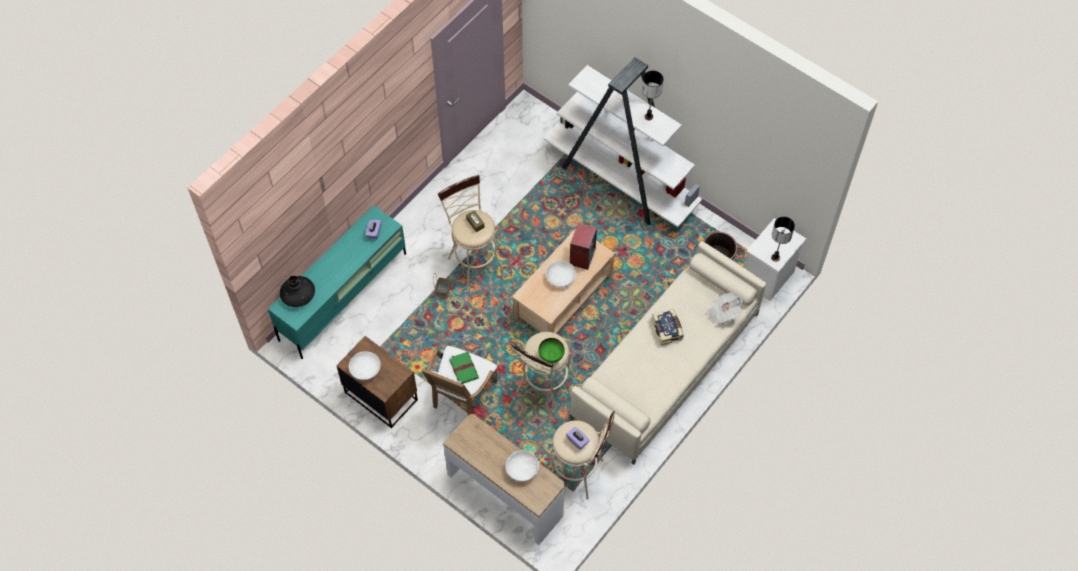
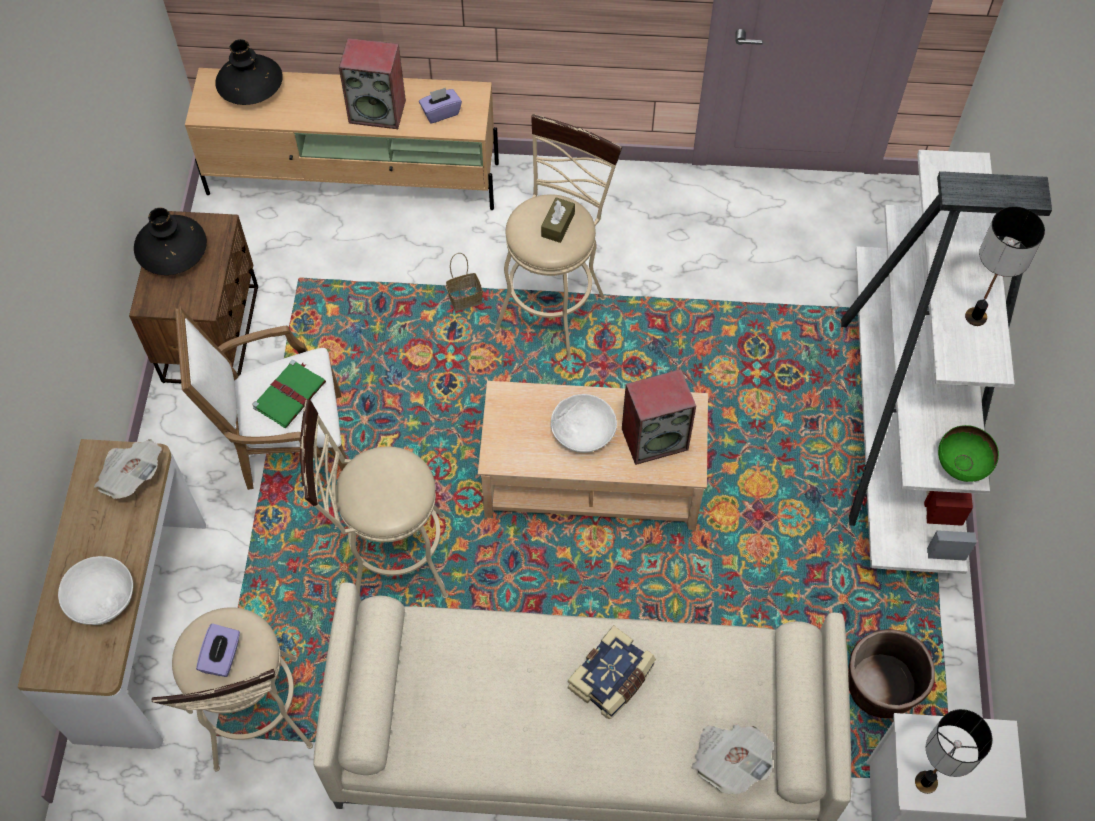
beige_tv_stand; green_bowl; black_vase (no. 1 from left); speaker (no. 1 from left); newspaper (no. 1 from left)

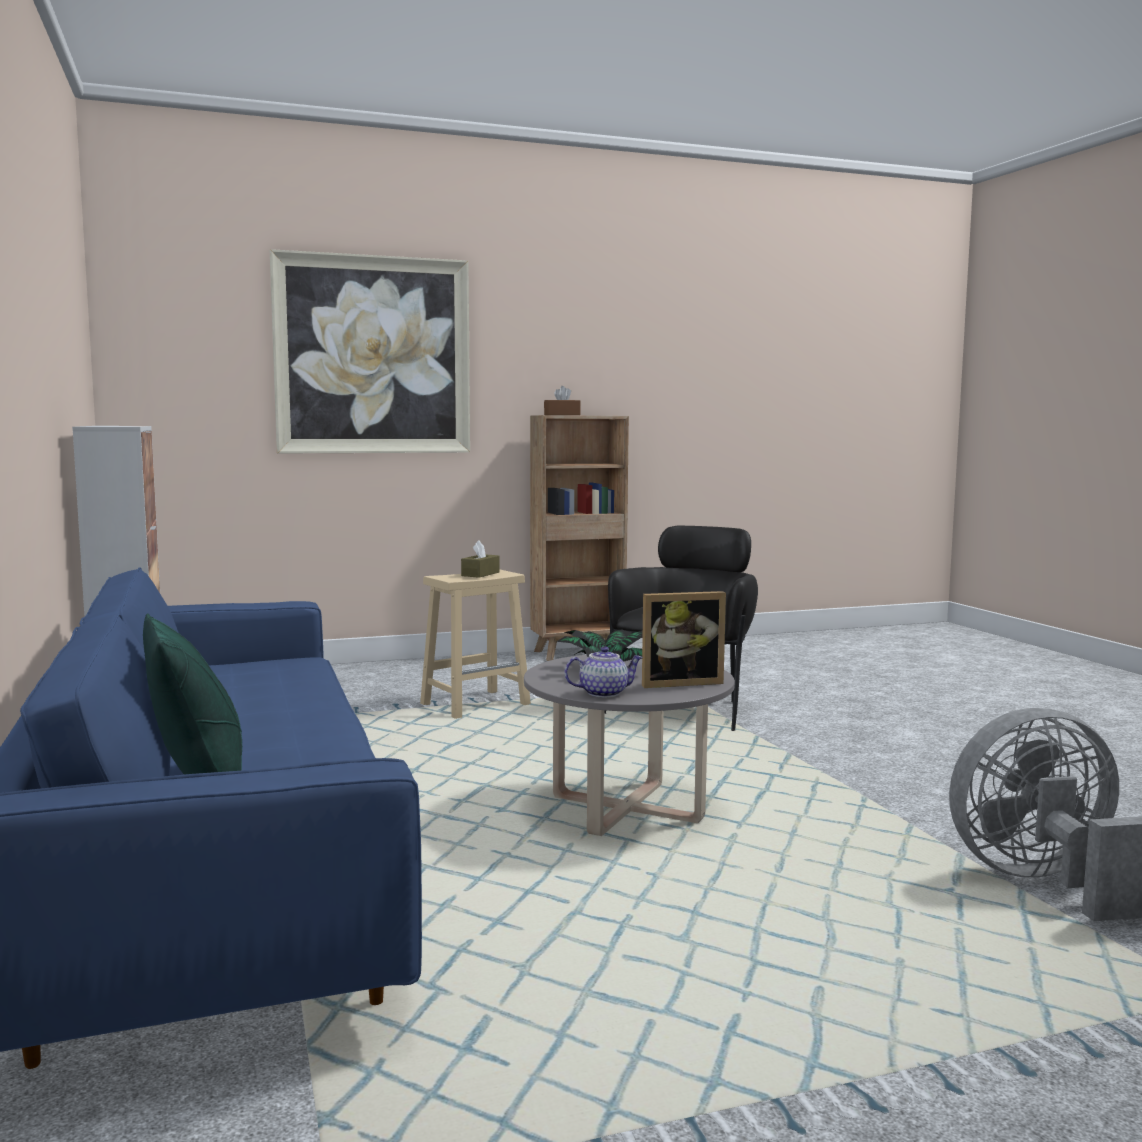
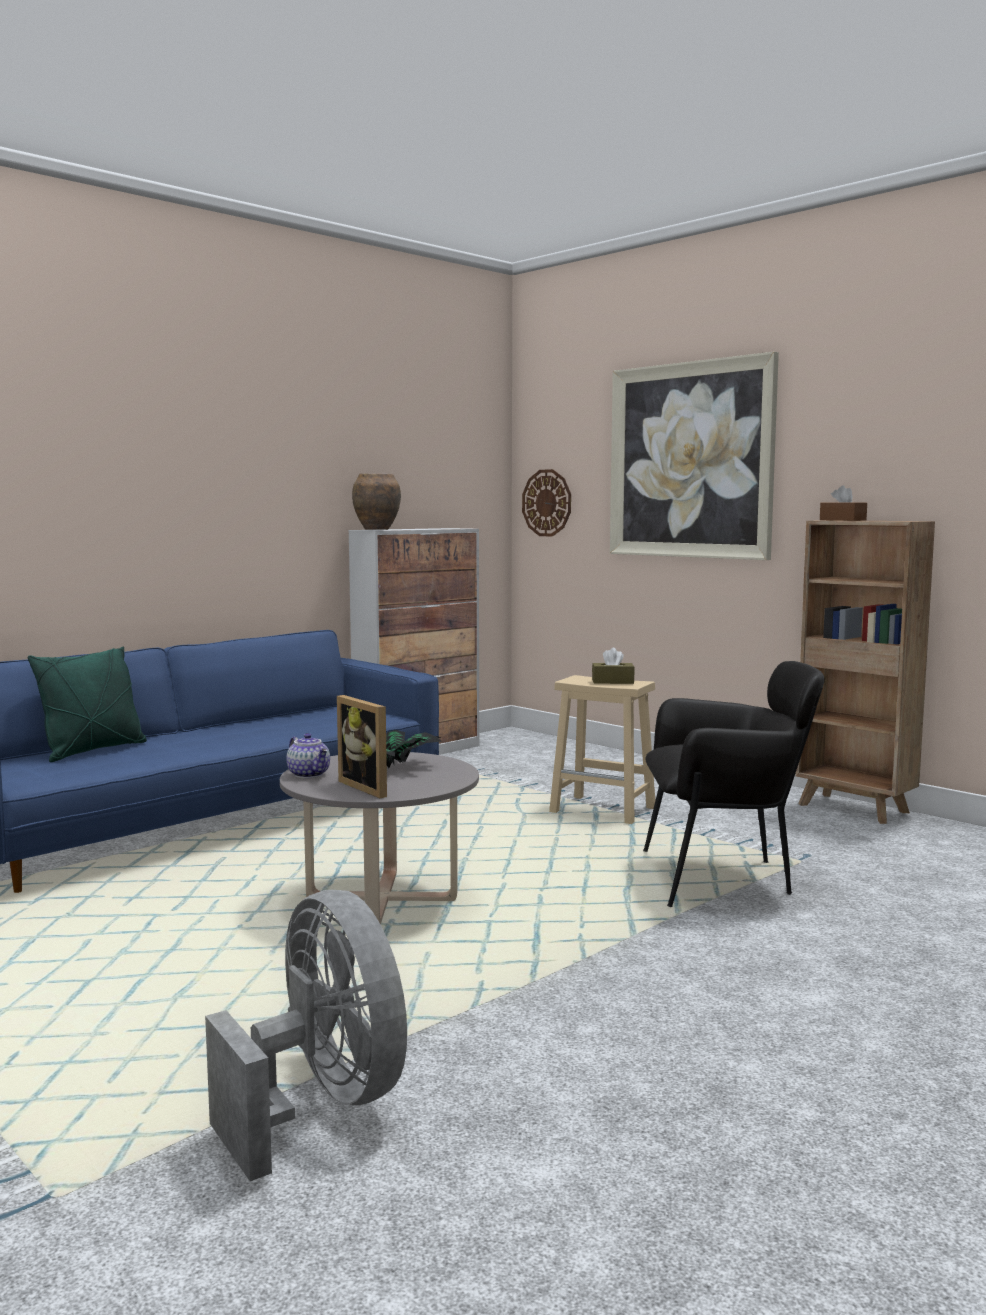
wall_clock; brown_vase

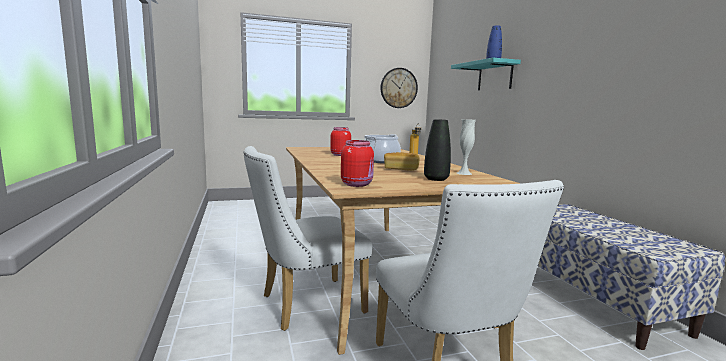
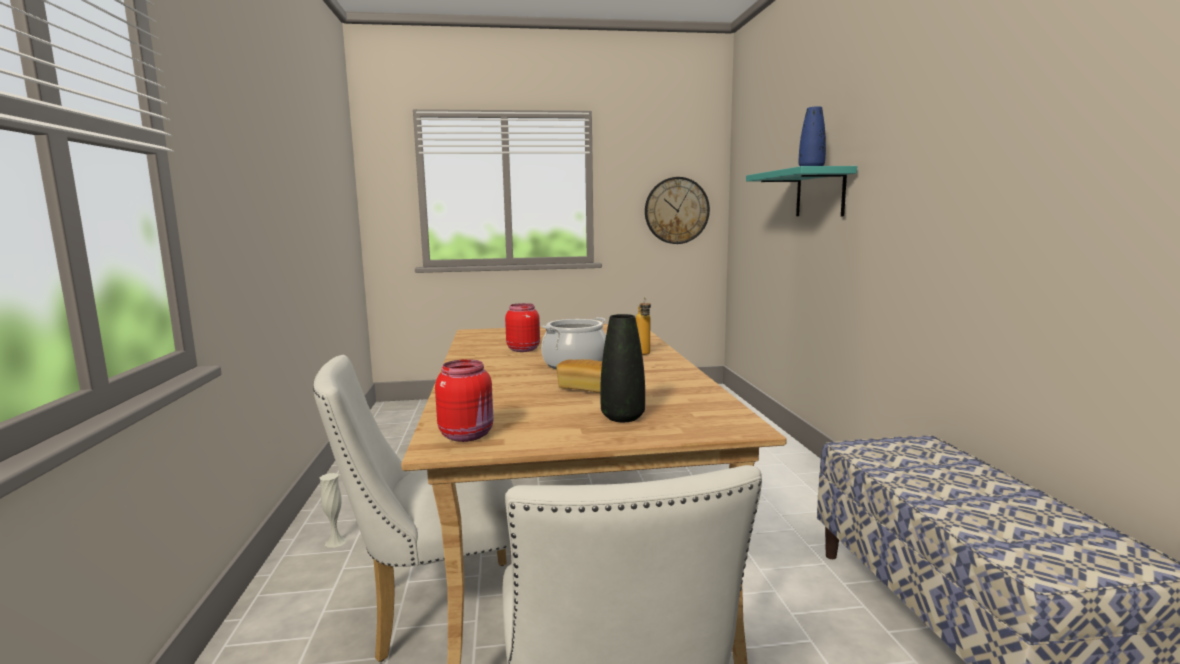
white_vase

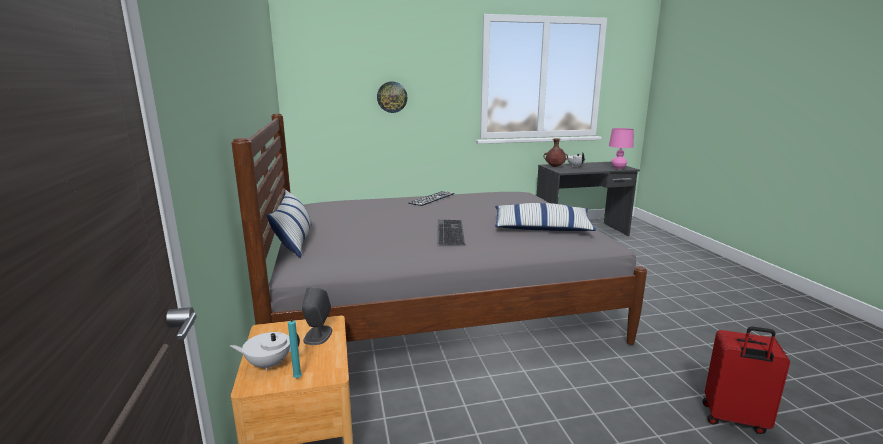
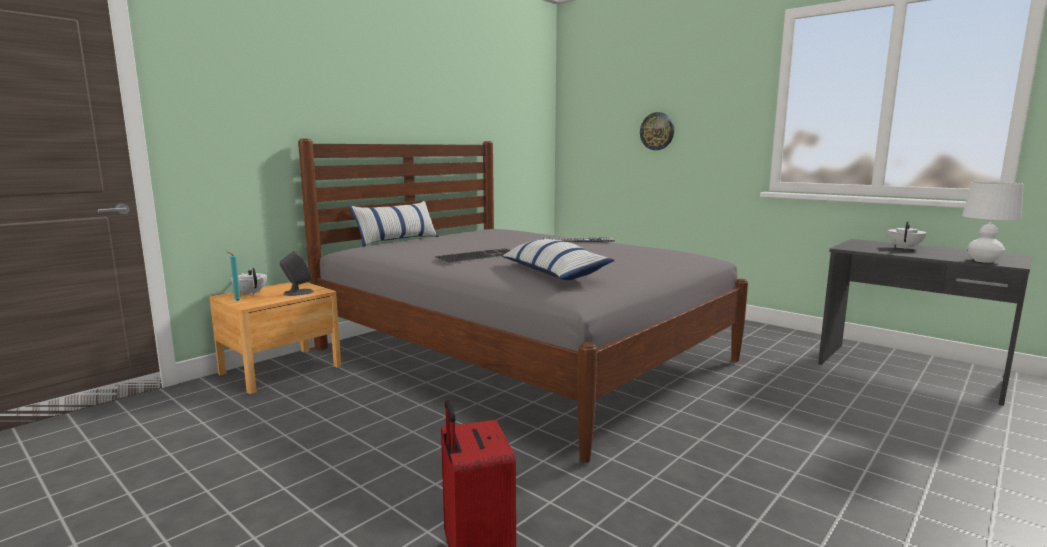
white_table_lamp; brown_vase

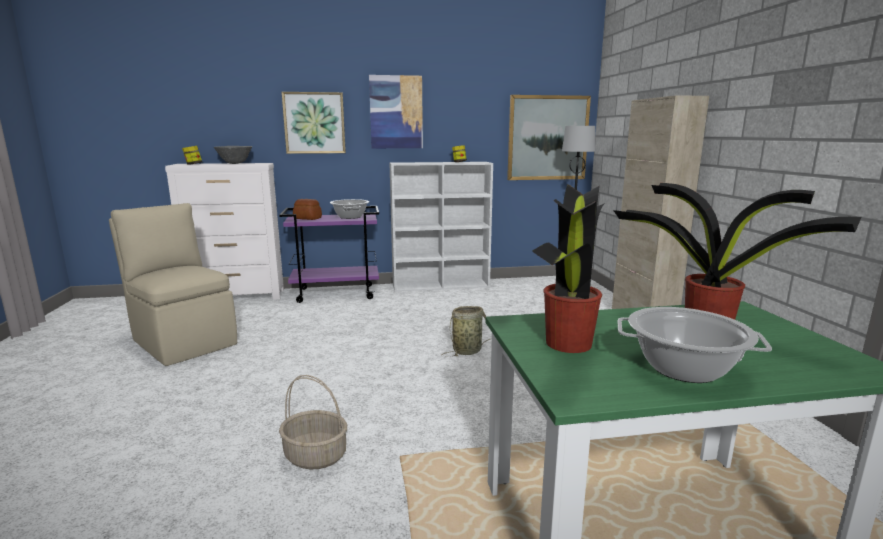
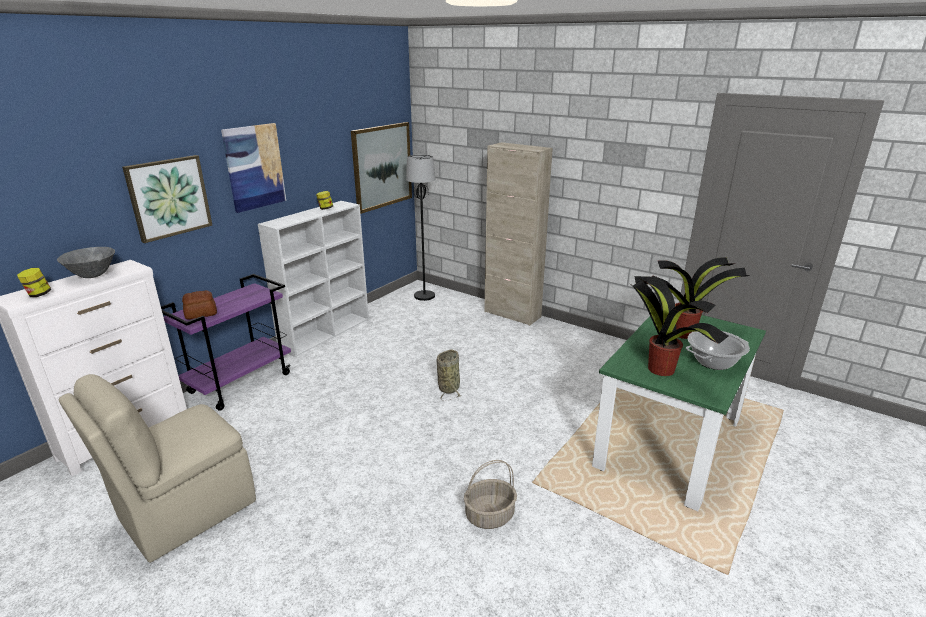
cooking_pot (no. 1 from left in the first image); beige_chair

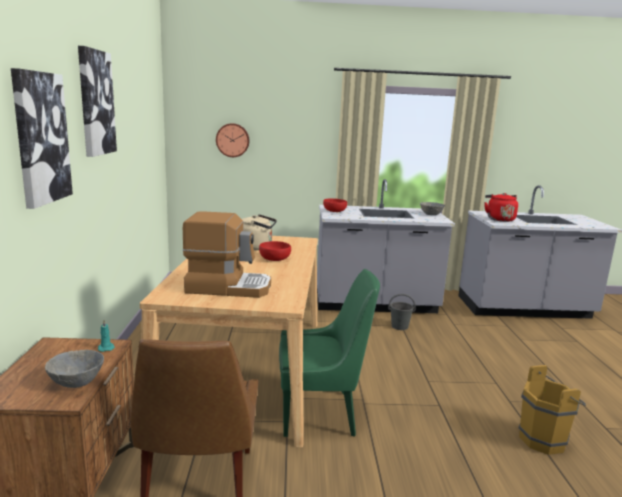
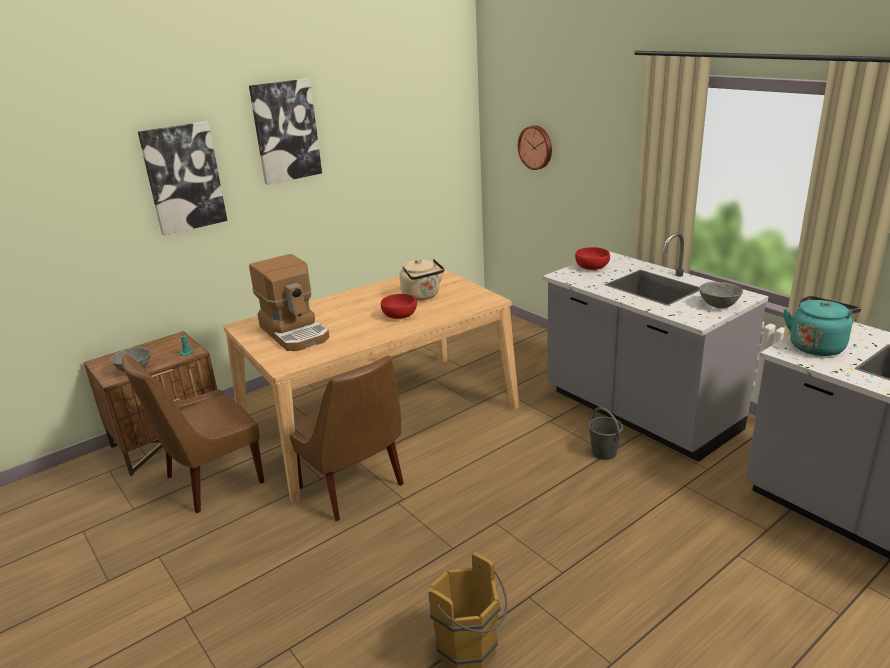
turquoise_kettle; brown_chair (no. 2 from left)

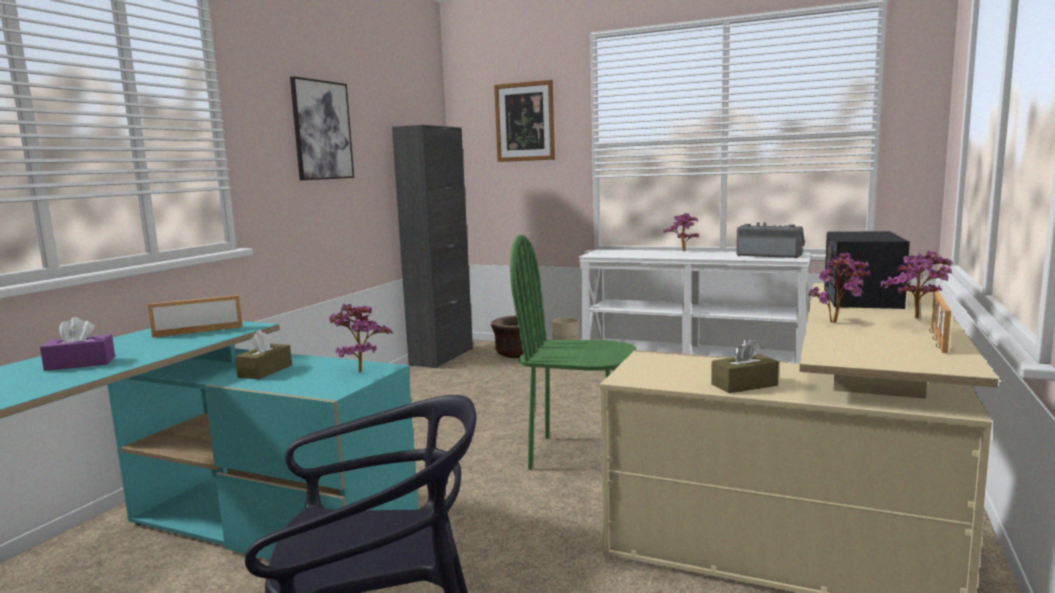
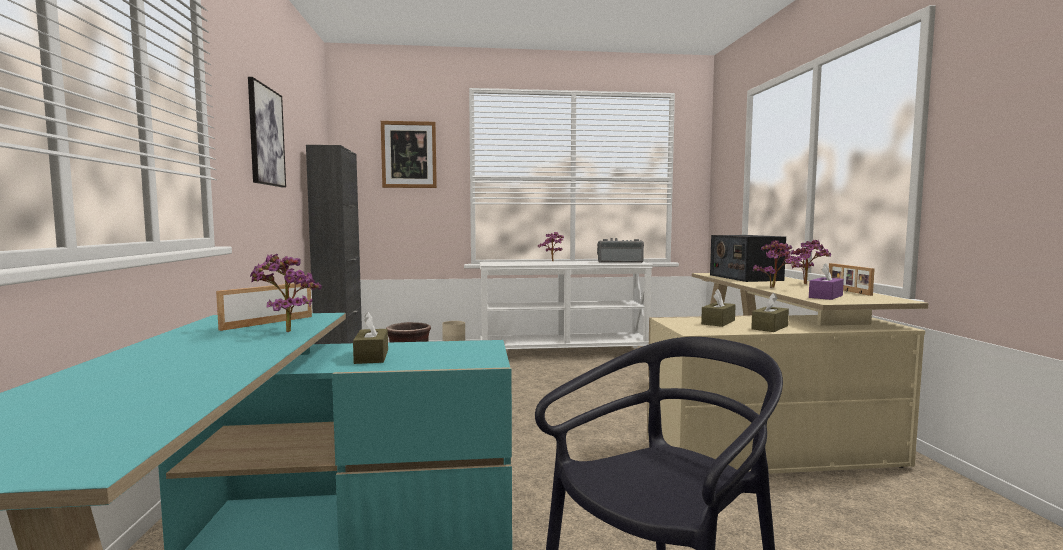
green_chair; potted_plant (no. 1 from left); purple_tissue_box; brown_tissue_box (no. 2 from left)

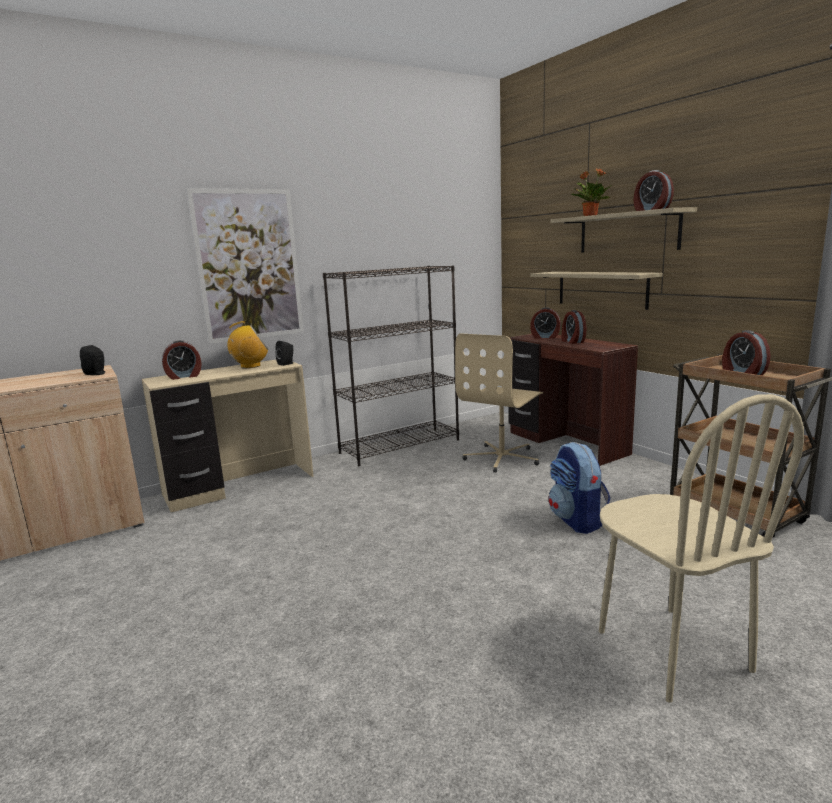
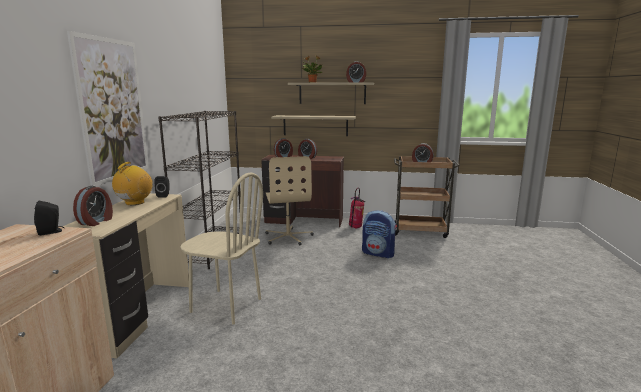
beige_chair; fire_extinguisher

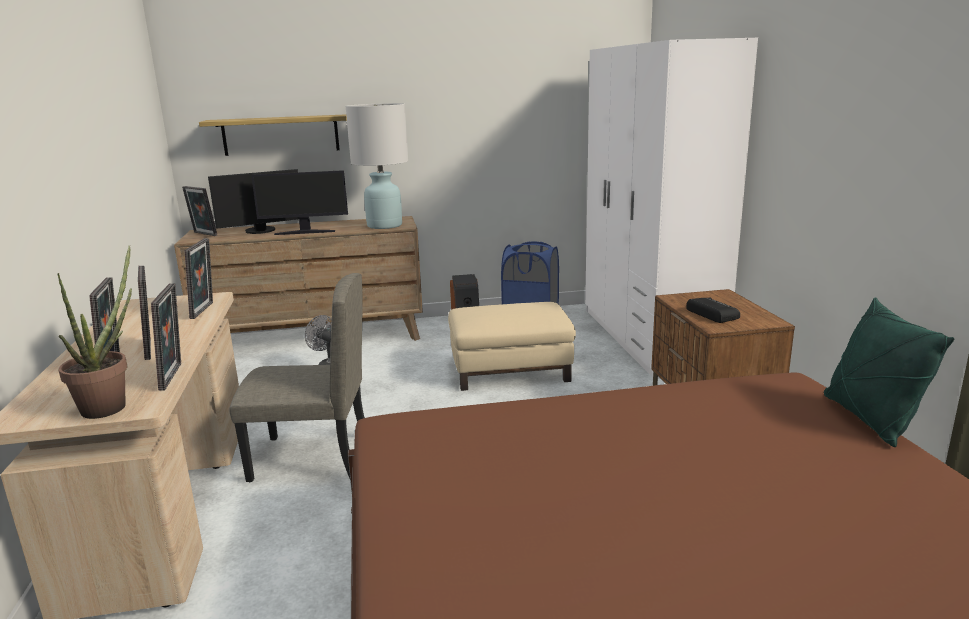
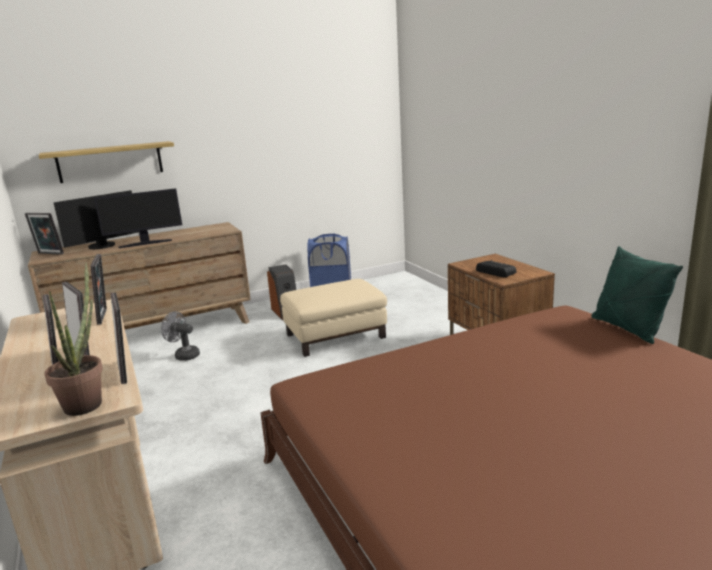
white_wardrobe; white_table_lamp; beige_chair

